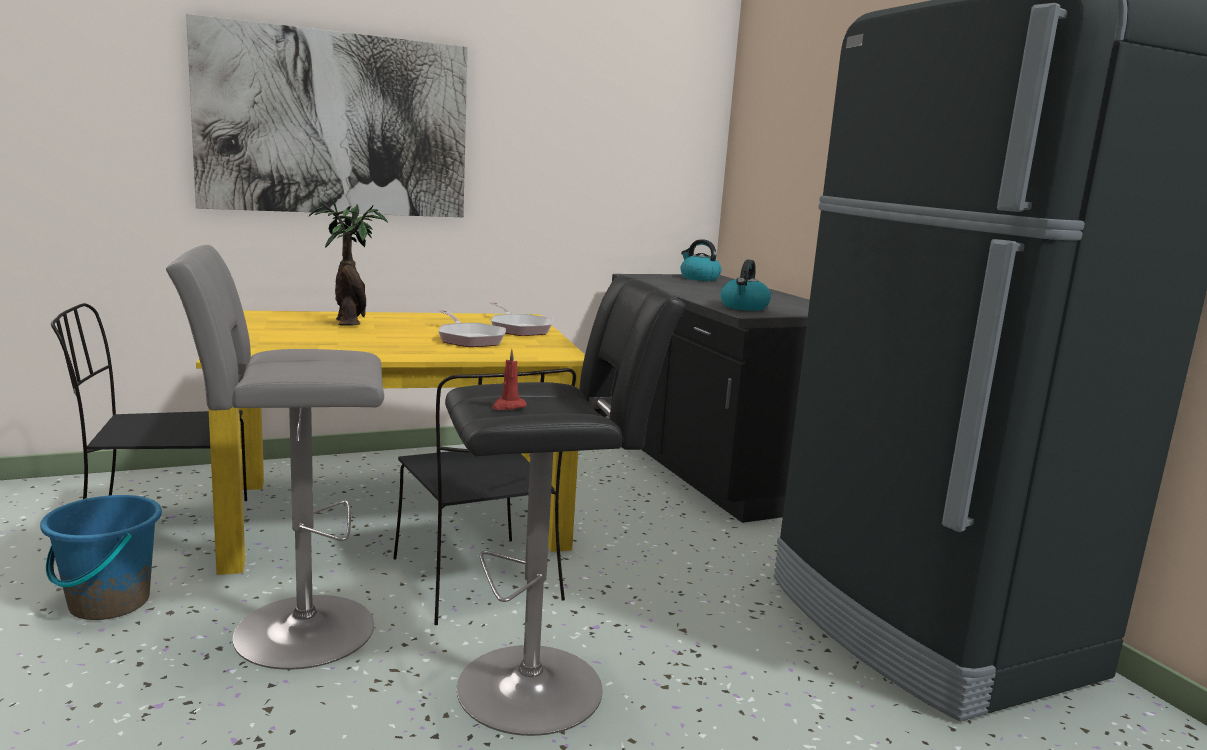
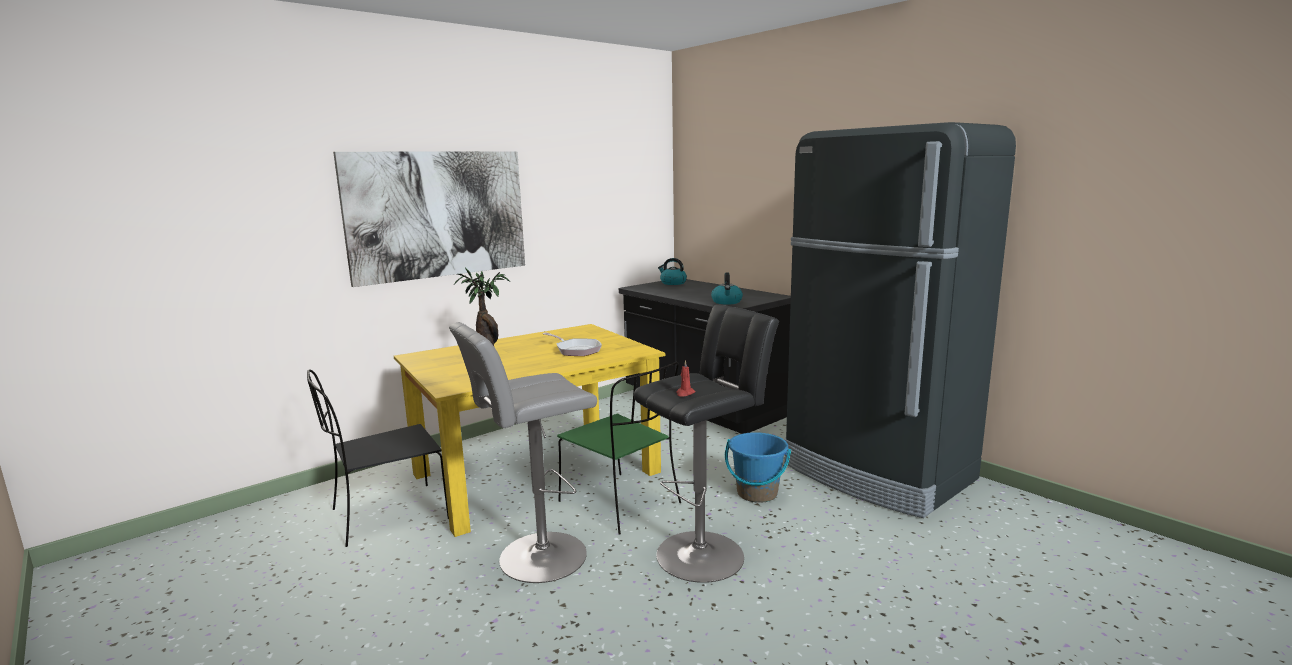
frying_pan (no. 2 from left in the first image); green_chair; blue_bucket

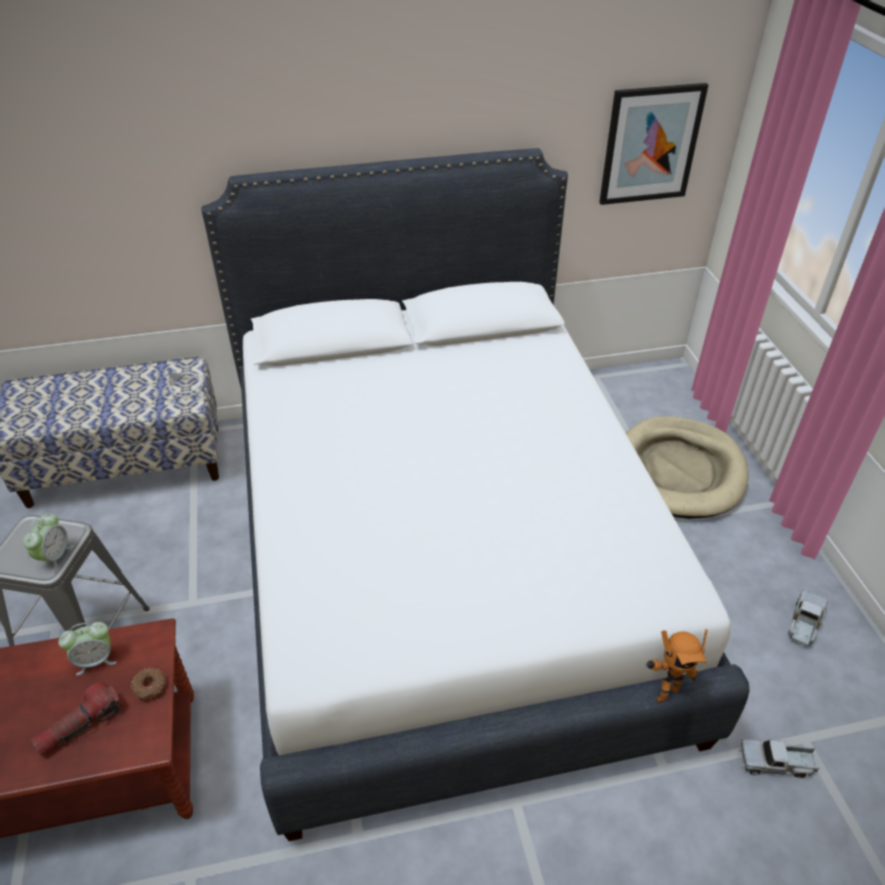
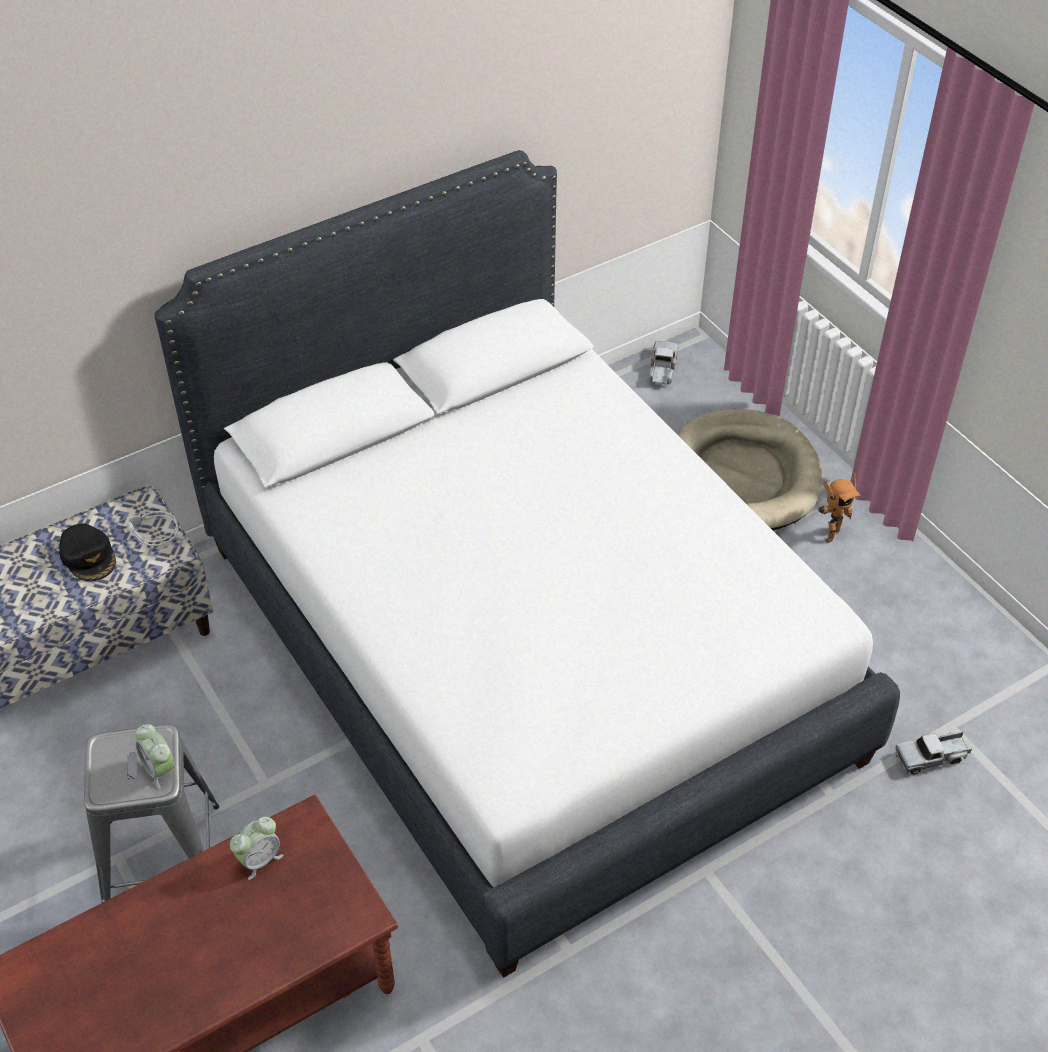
picture; alarm_clock (no. 1 from left); toy_truck (no. 1 from left); toy_robot; donut; flashlight; black_cap

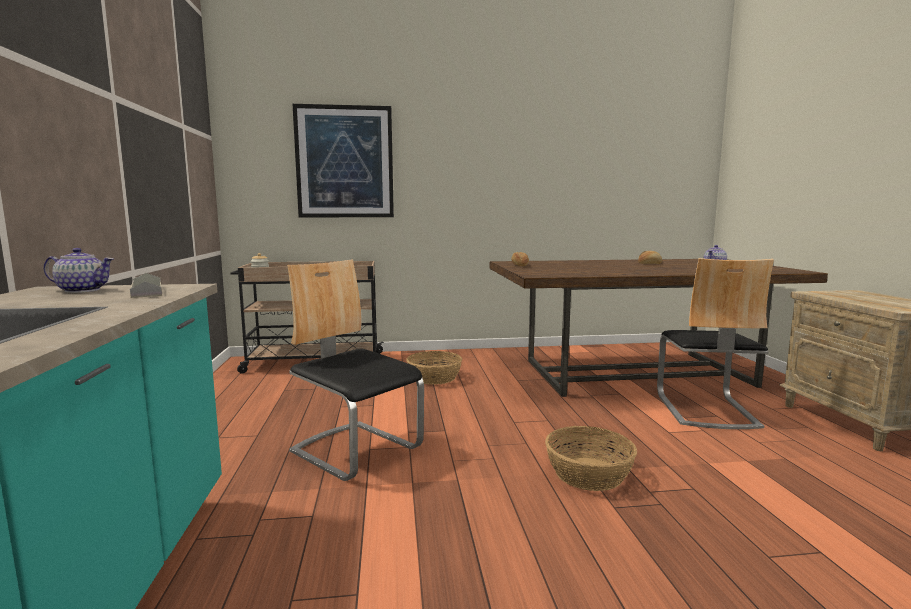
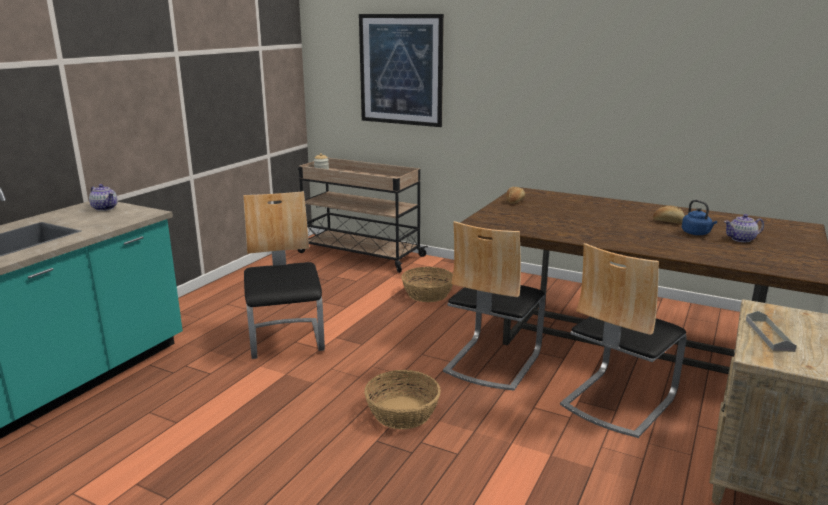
grey_tray; blue_kettle; chair (no. 2 from left)

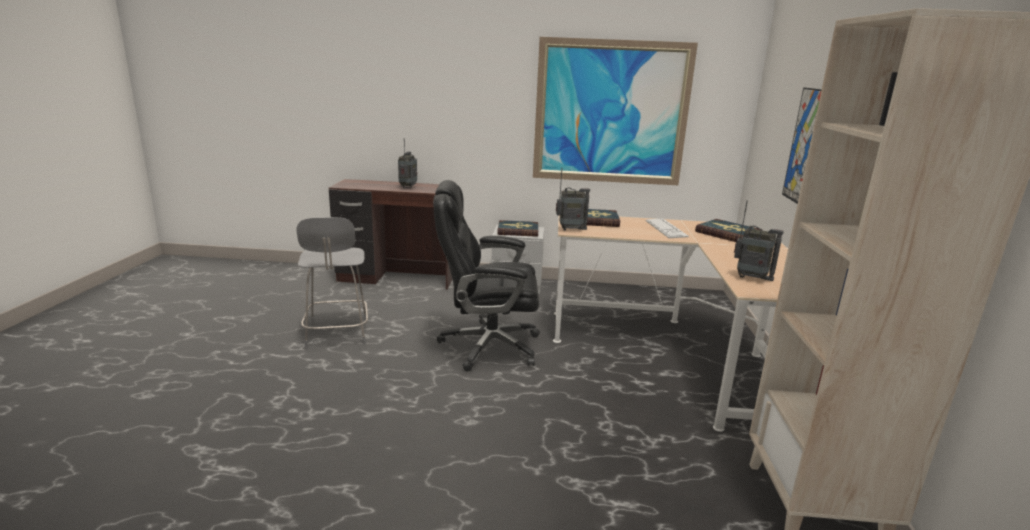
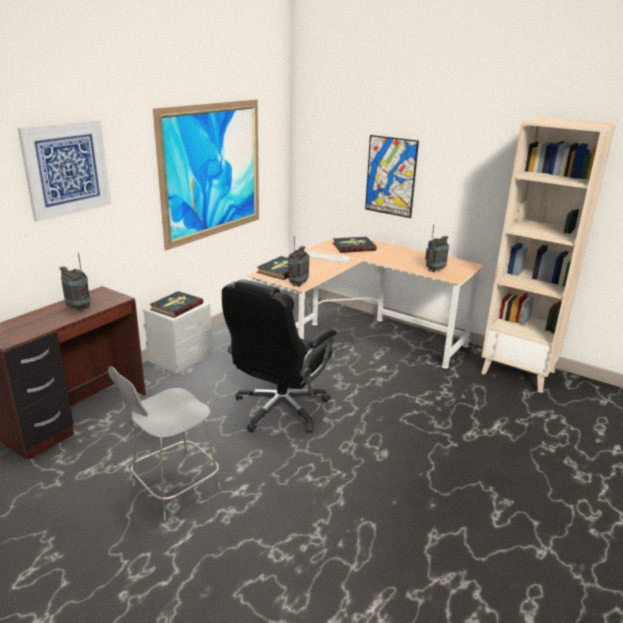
grey_chair; picture (no. 1 from left)

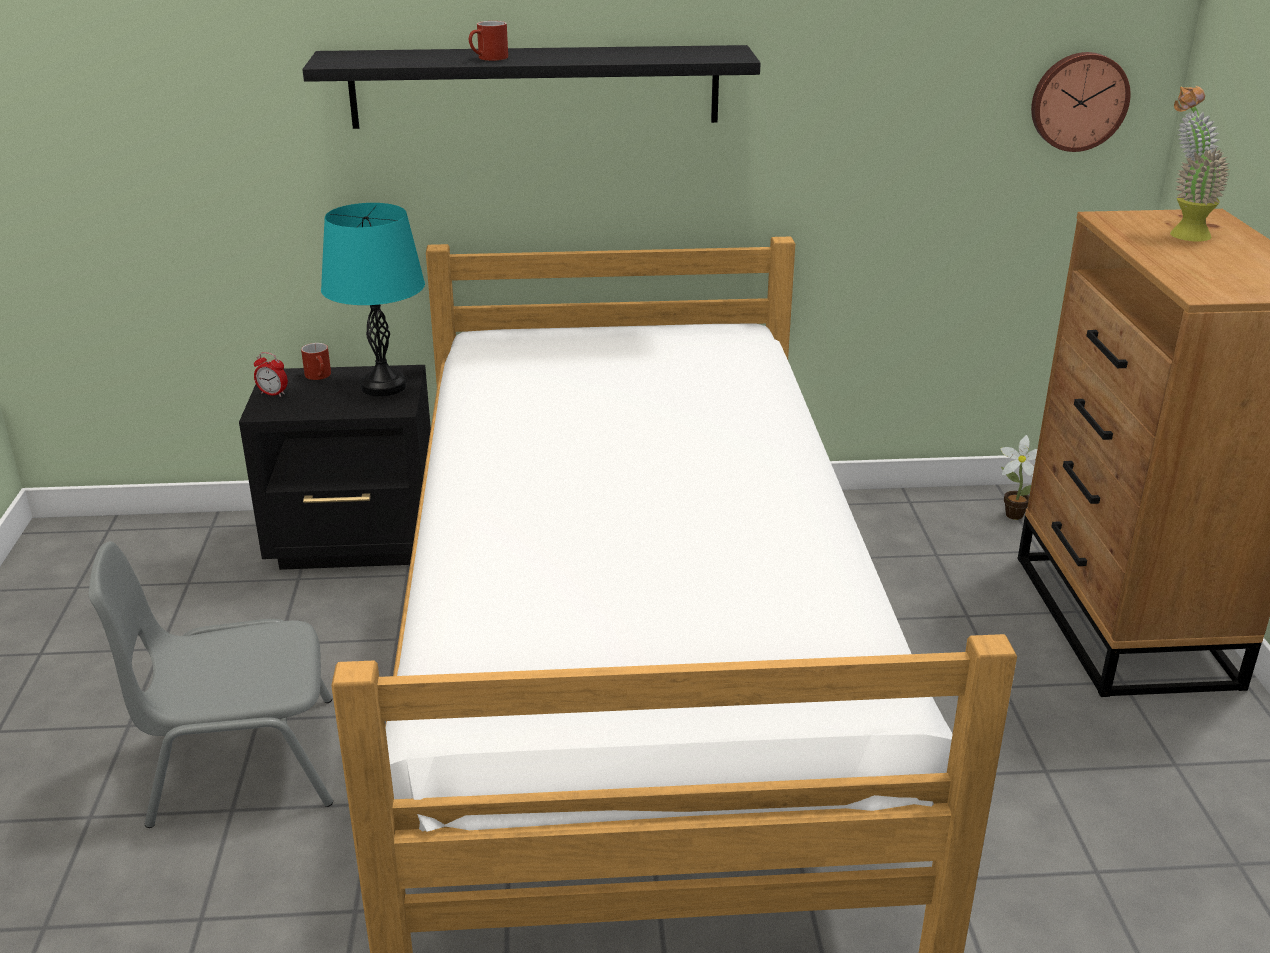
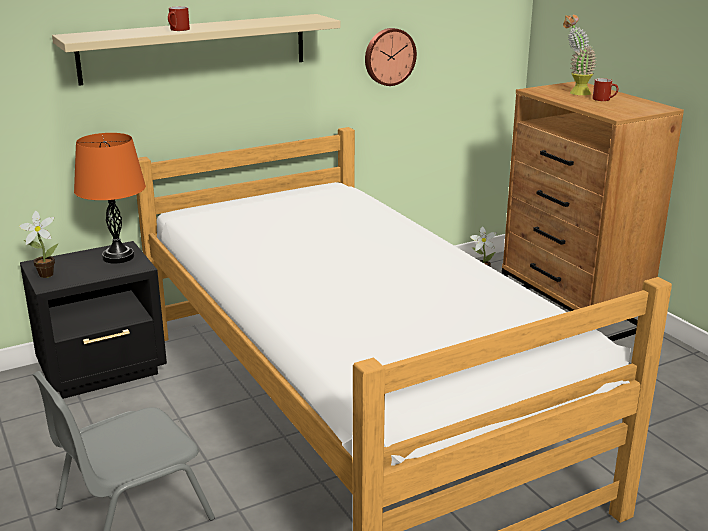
beige_shelf; wall_clock; orange_table_lamp; red_mug (no. 2 from left); potted_plant (no. 1 from left)

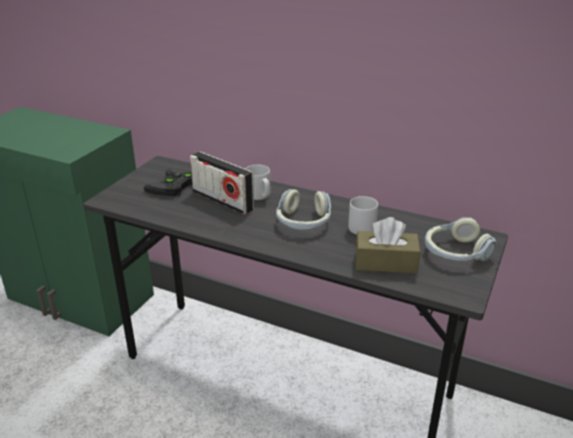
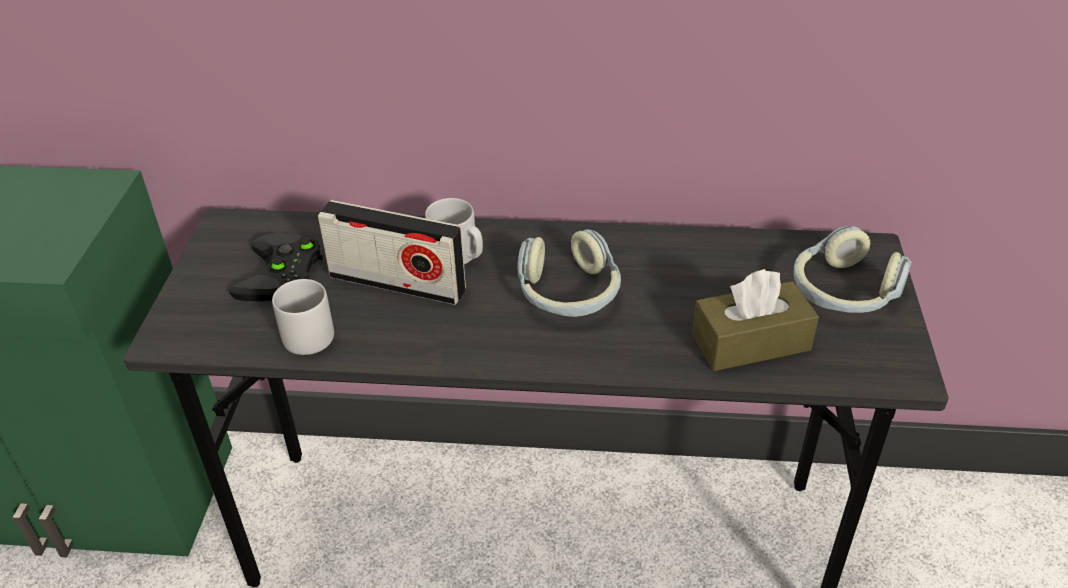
grey_mug (no. 1 from left)

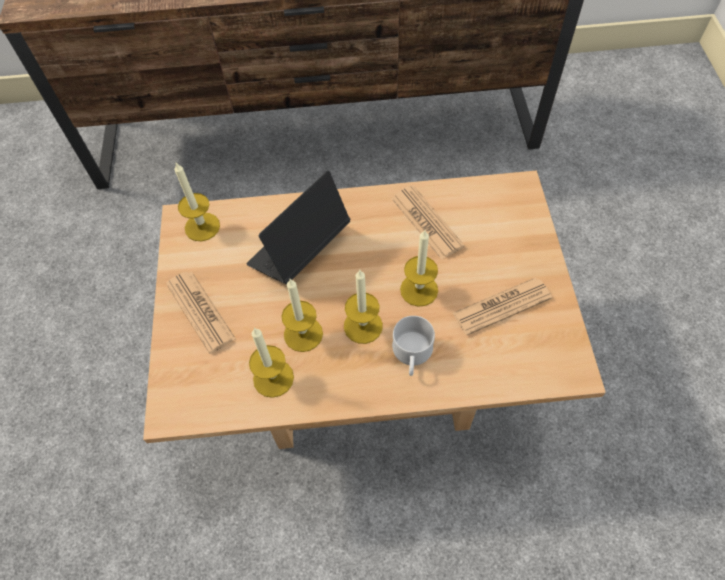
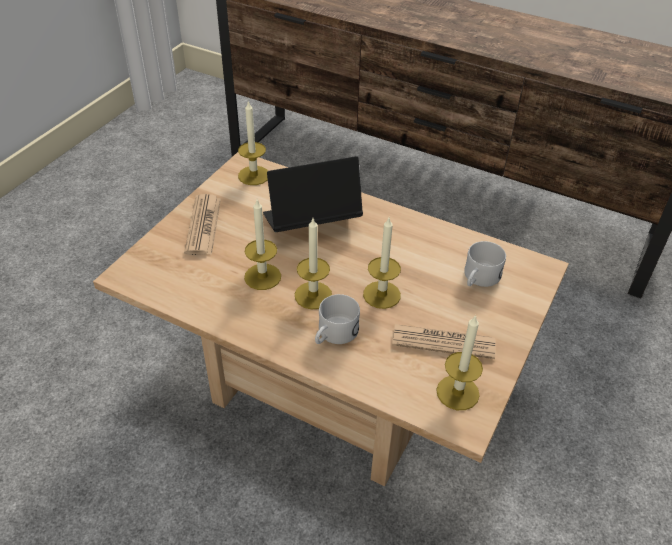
newspaper (no. 2 from left in the first image); candle (no. 5 from left); white_mug (no. 2 from left)

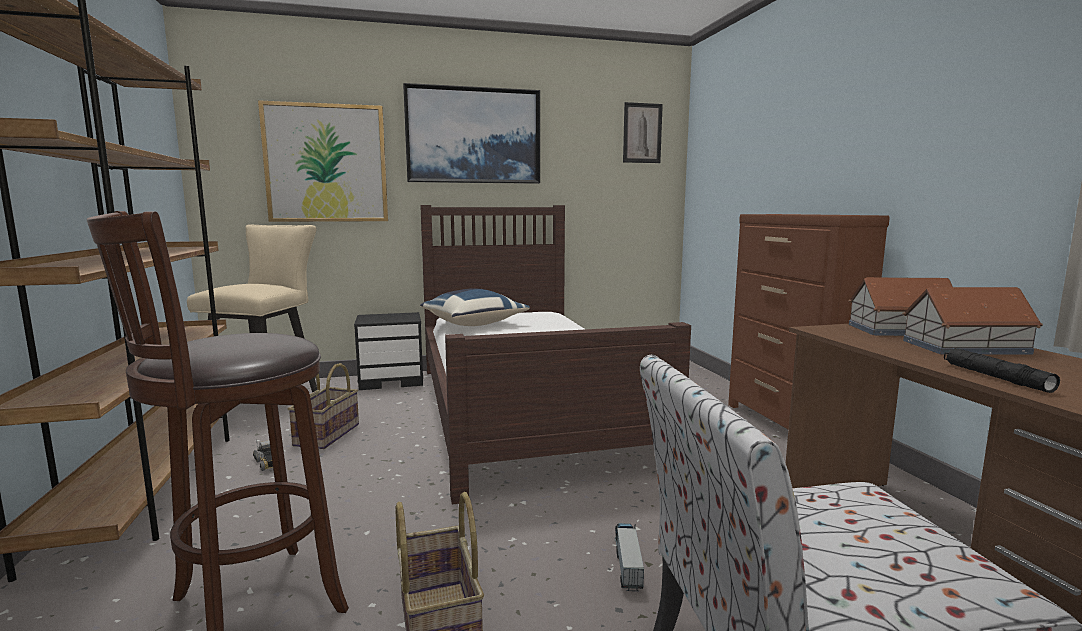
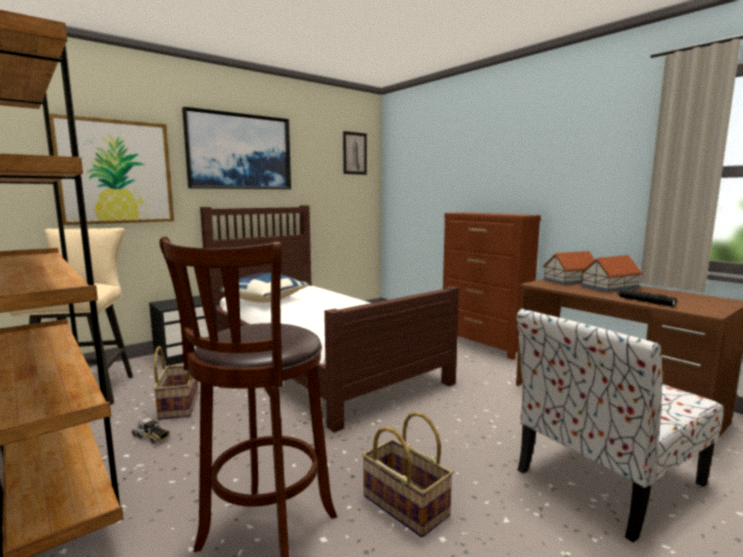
toy_truck (no. 2 from left in the first image)

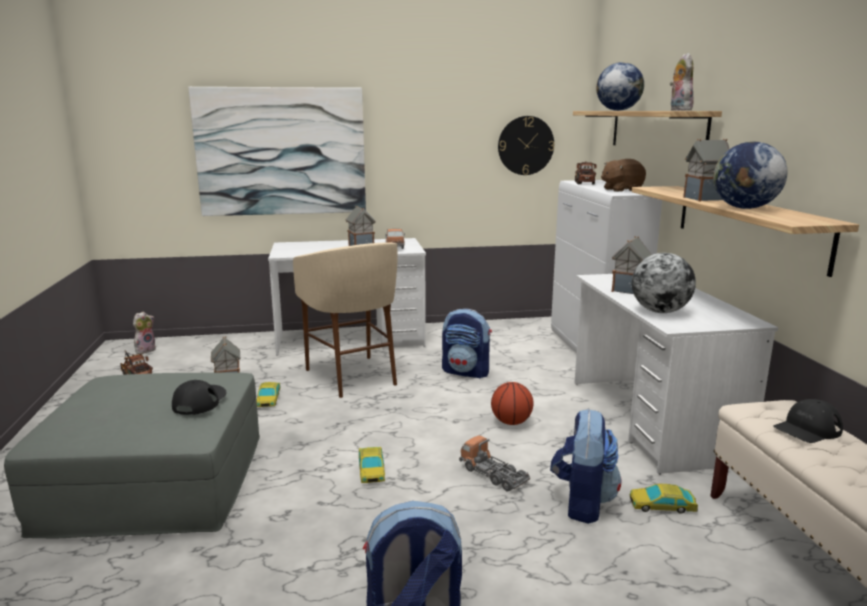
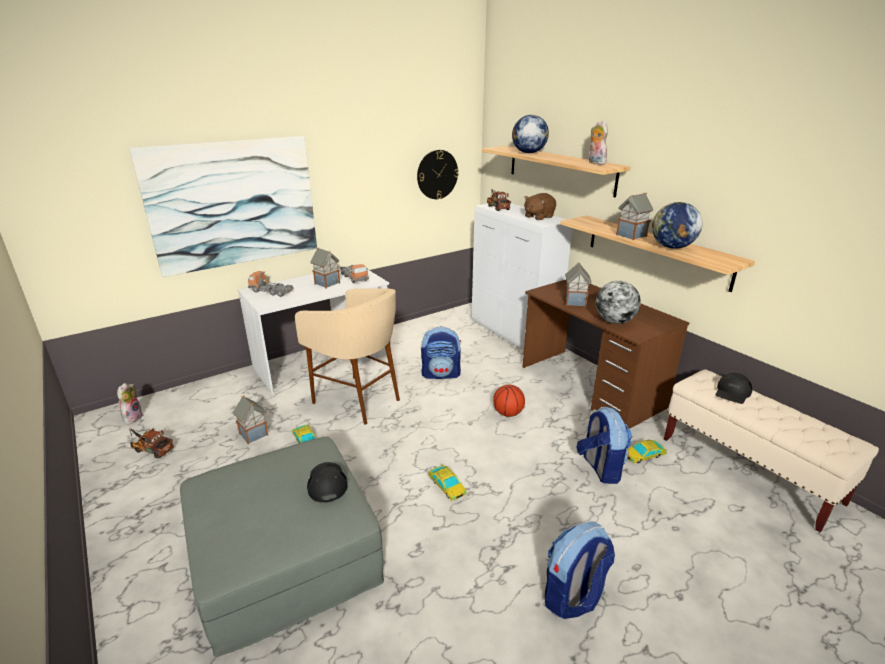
brown_desk; toy_truck (no. 2 from left)

